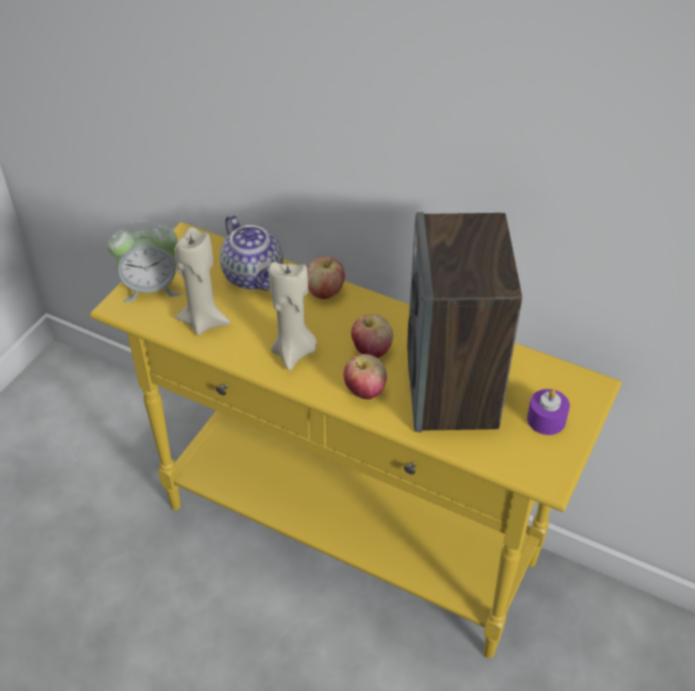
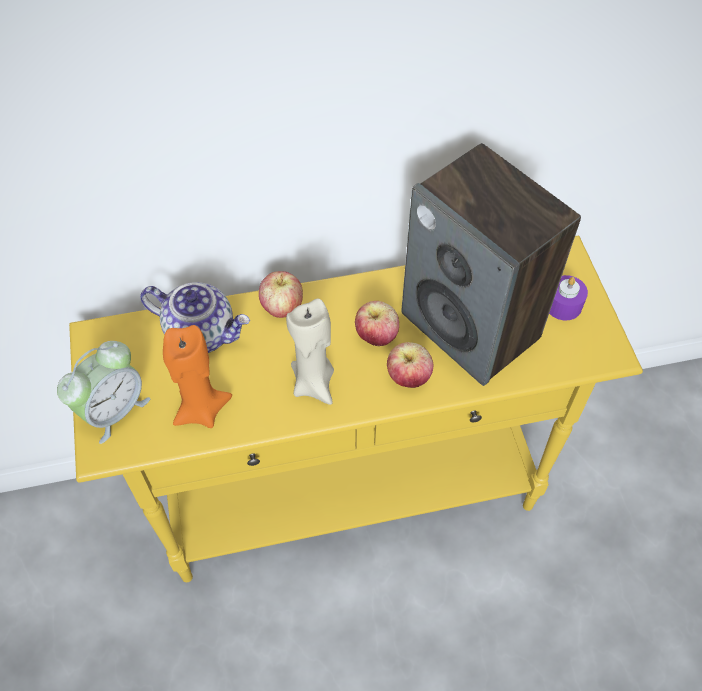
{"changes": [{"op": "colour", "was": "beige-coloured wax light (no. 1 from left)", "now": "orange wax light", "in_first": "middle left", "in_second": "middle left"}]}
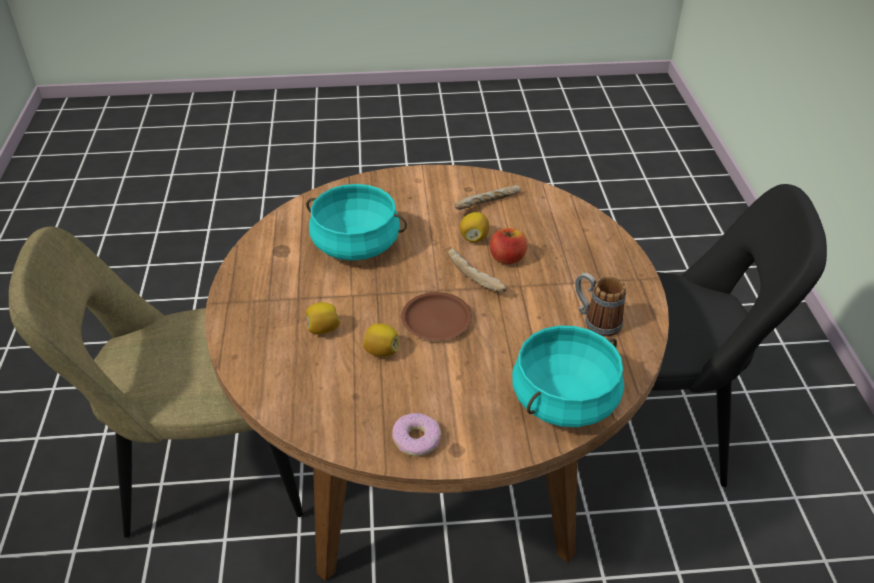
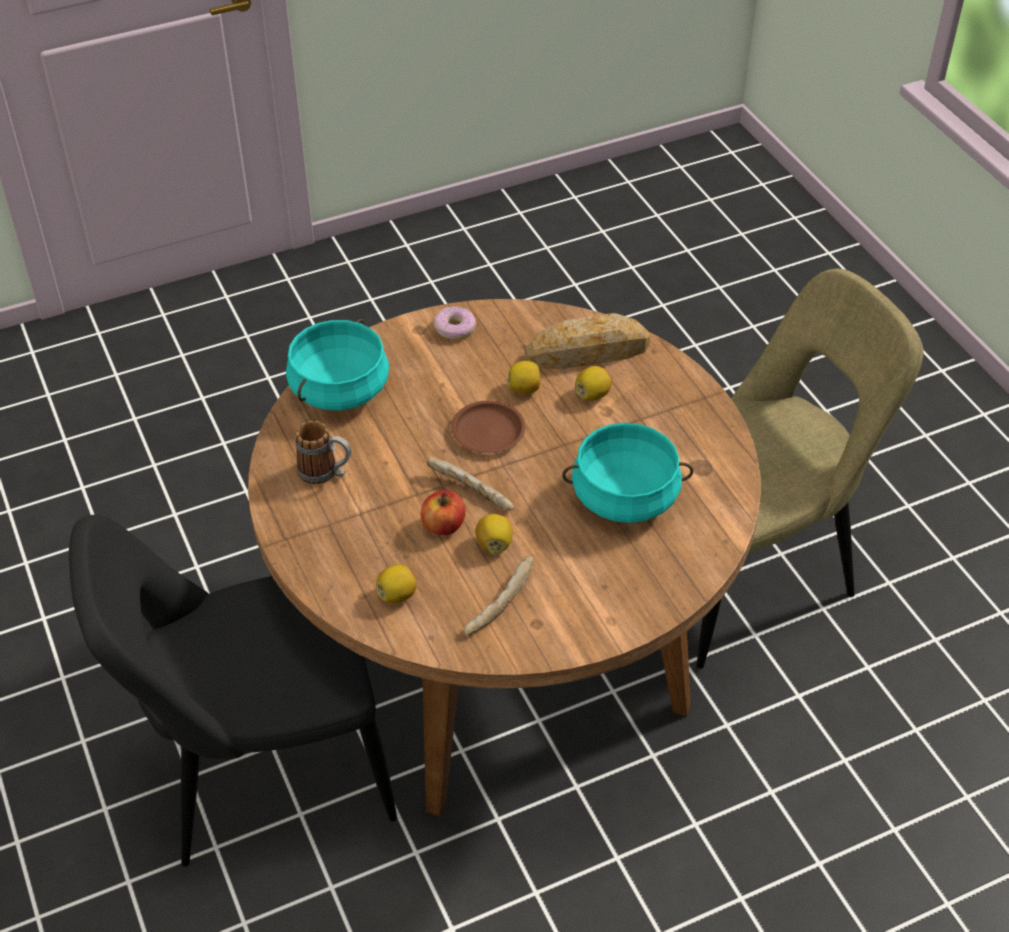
{"changes": [{"op": "appeared", "now": "citrus fruit (no. 1 from left)", "in_second": "centre"}, {"op": "appeared", "now": "bakery bread (no. 3 from left)", "in_second": "centre"}]}
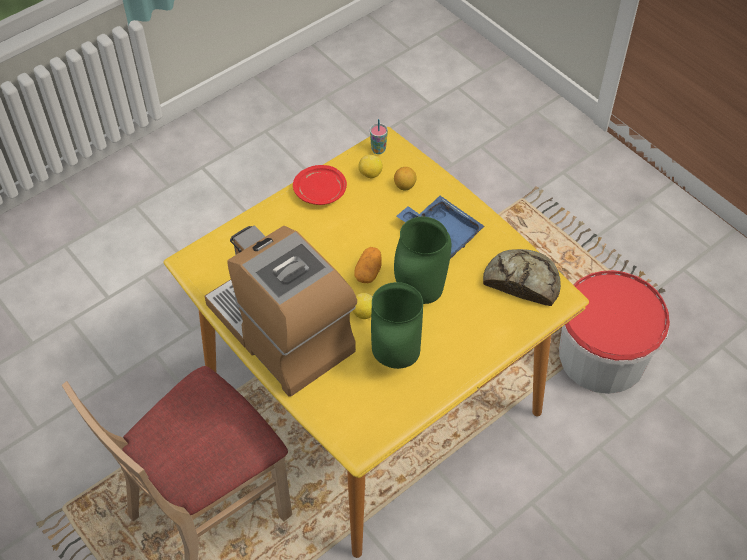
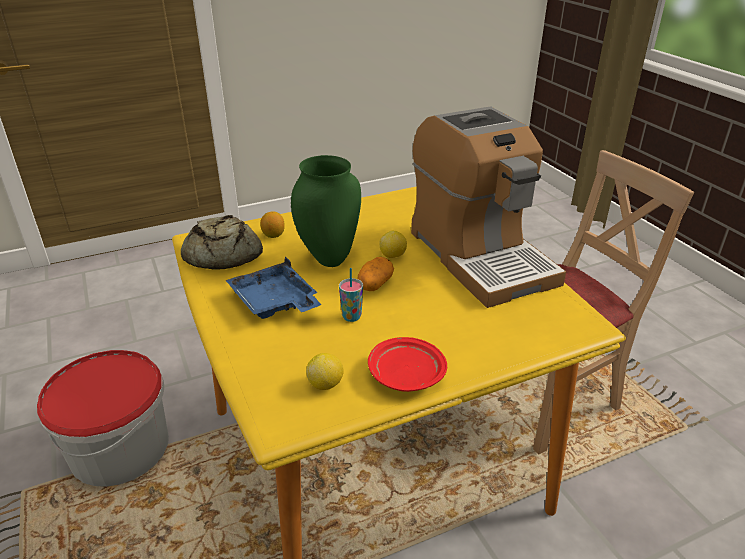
{"changes": [{"op": "relocated", "was": "citrus fruit (no. 3 from left in the first image)", "now": "citrus fruit (no. 1 from left)", "in_first": "top centre", "in_second": "centre"}, {"op": "relocated", "was": "small cup", "in_first": "top centre", "in_second": "centre"}, {"op": "missing", "was": "green-coloured decorative vase (no. 1 from left)", "in_first": "centre"}]}
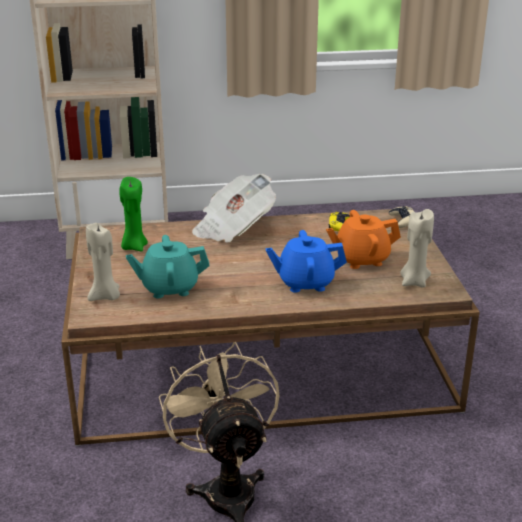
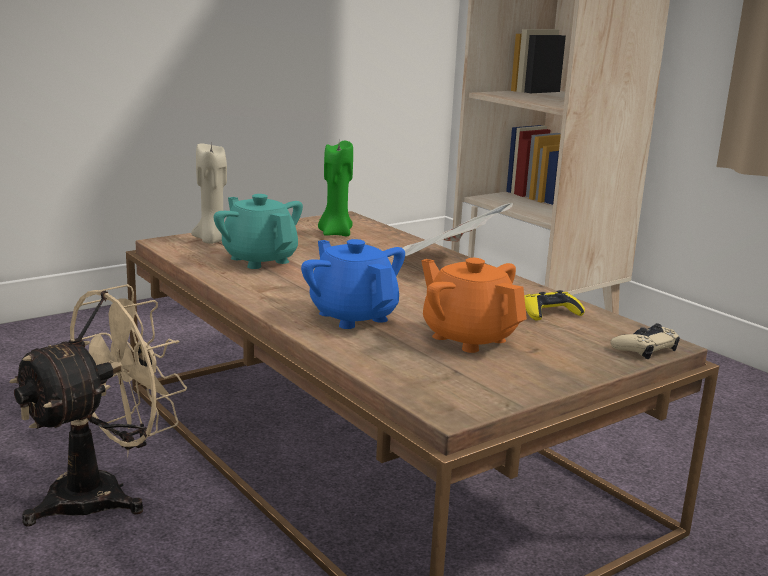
{"changes": [{"op": "missing", "was": "beige-coloured wax light (no. 2 from left)", "in_first": "middle right"}]}
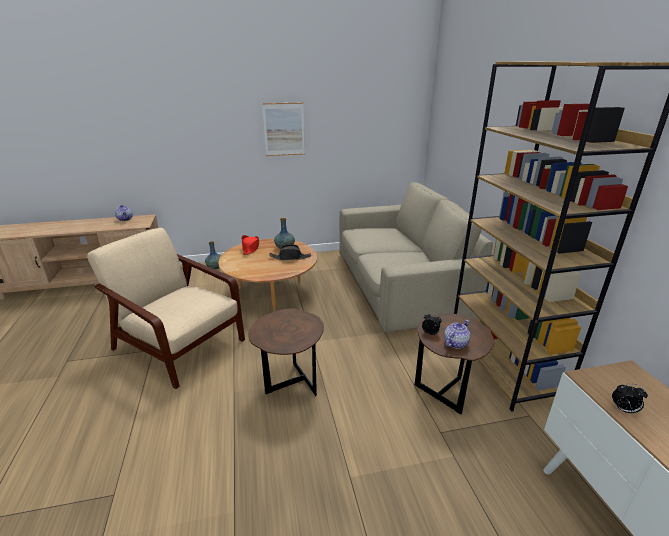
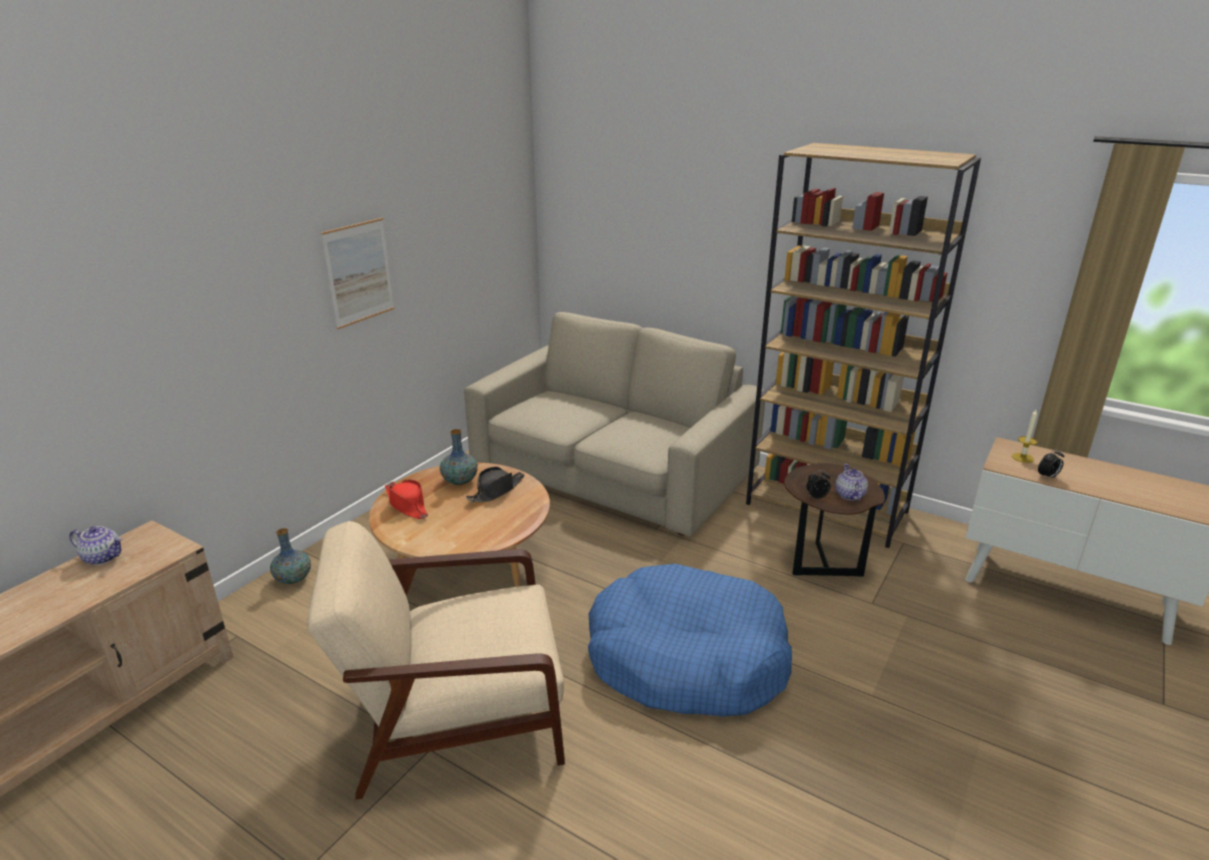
{"changes": [{"op": "exchanged", "was": "brownish end table (no. 1 from left)", "now": "blue-coloured dog cushion", "in_first": "centre", "in_second": "bottom centre"}, {"op": "appeared", "now": "wax light", "in_second": "middle right"}]}
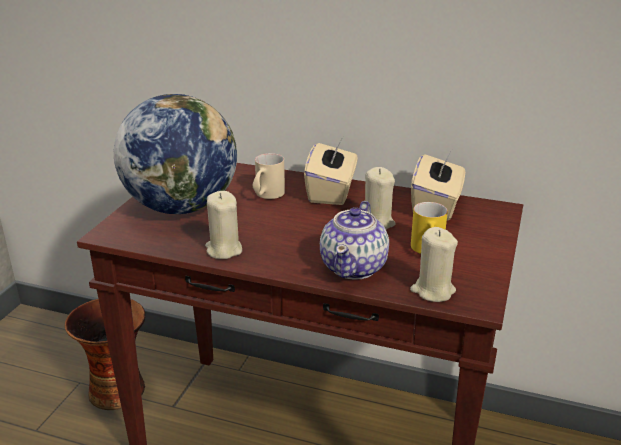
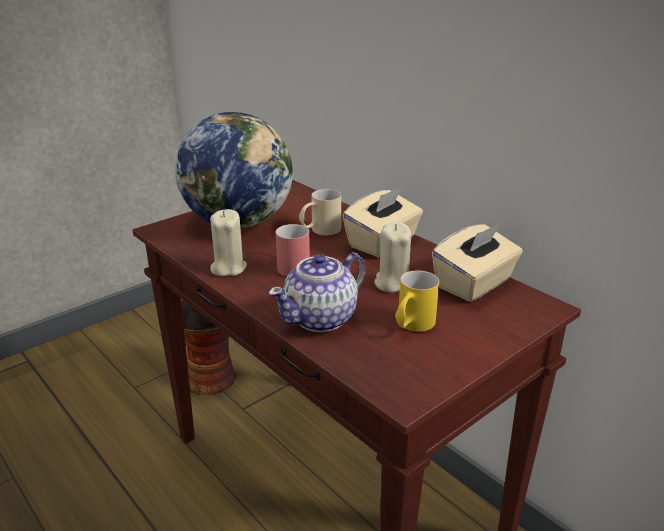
{"changes": [{"op": "appeared", "now": "red coffee mug", "in_second": "centre"}, {"op": "missing", "was": "beige-coloured wax light (no. 3 from left)", "in_first": "middle right"}]}
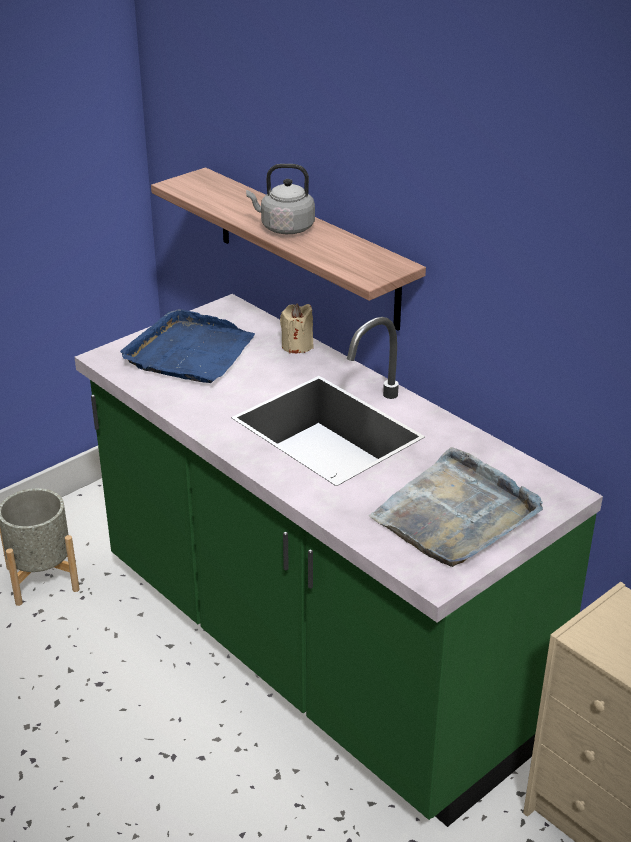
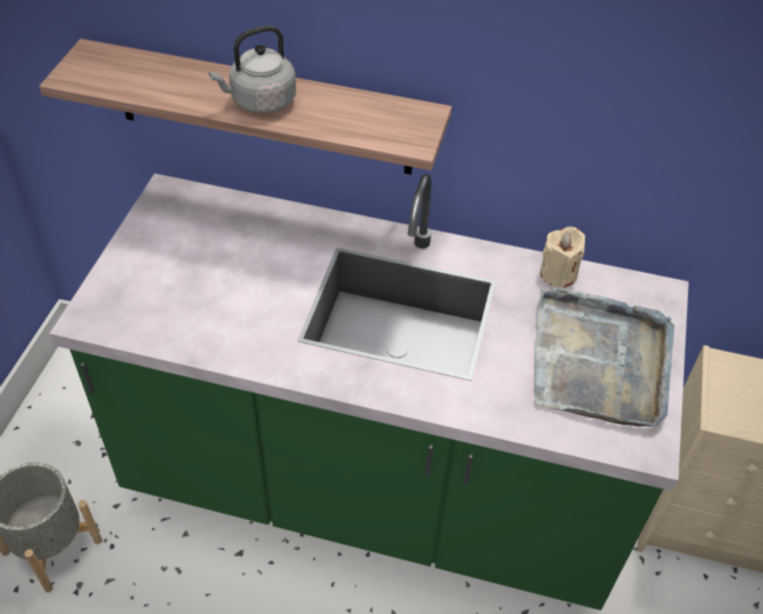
{"changes": [{"op": "relocated", "was": "beige-coloured wax light", "in_first": "centre", "in_second": "middle right"}, {"op": "missing", "was": "blue-coloured carrying tray", "in_first": "middle left"}]}
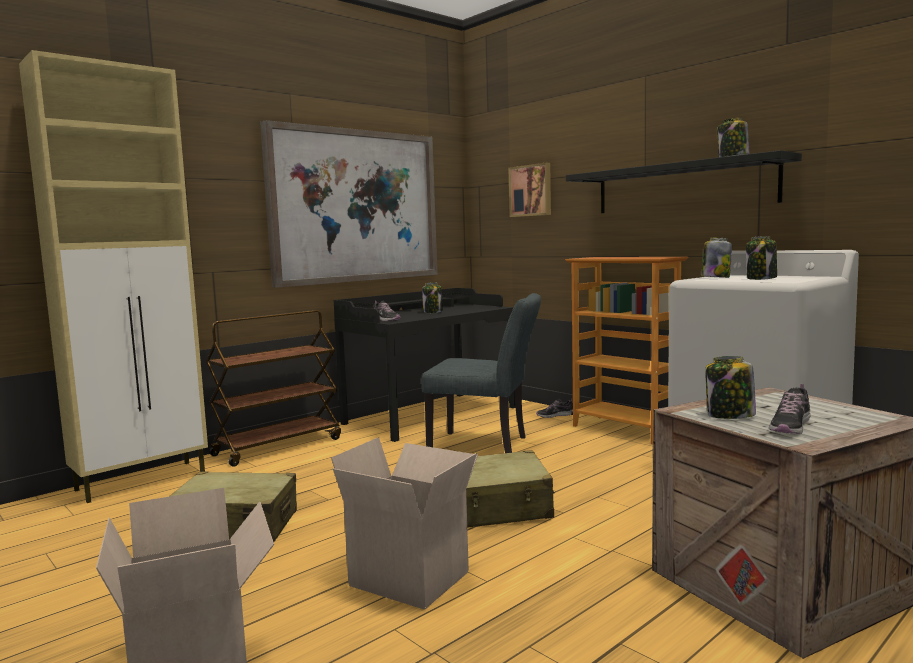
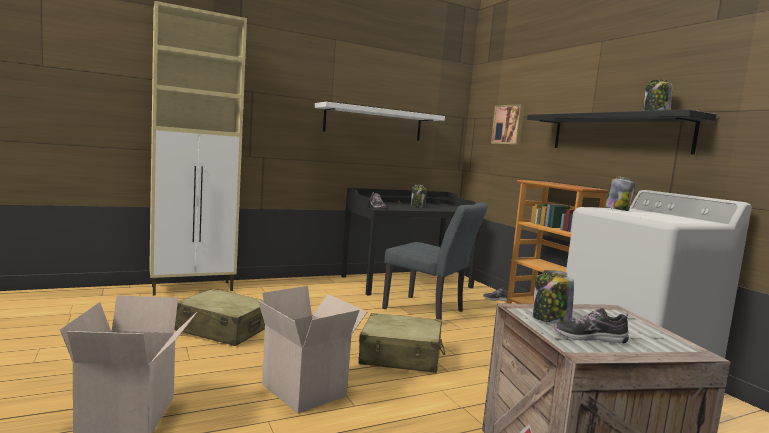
{"changes": [{"op": "exchanged", "was": "wall art (no. 1 from left)", "now": "white shelf", "in_first": "top centre", "in_second": "top centre"}, {"op": "spun", "was": "item of footwear (no. 3 from left)", "in_first": "middle right", "in_second": "bottom right", "clockwise": 45}, {"op": "missing", "was": "brownish trolley", "in_first": "middle left"}, {"op": "missing", "was": "jar (no. 5 from left)", "in_first": "middle right"}]}
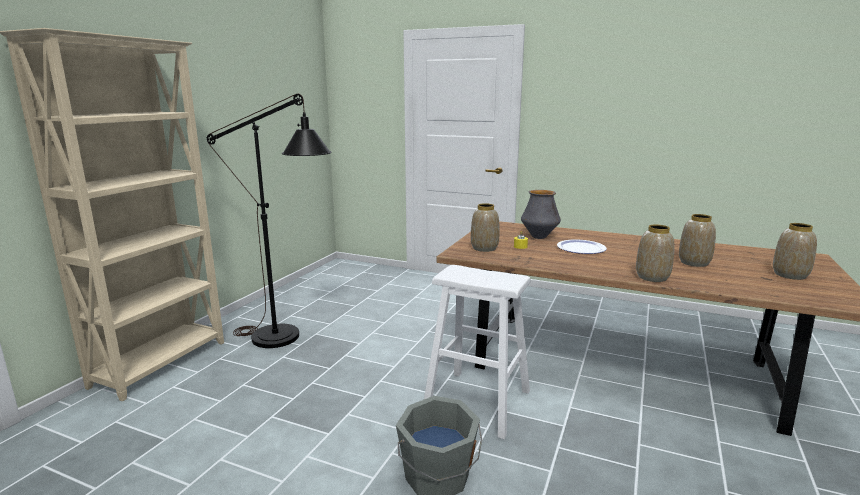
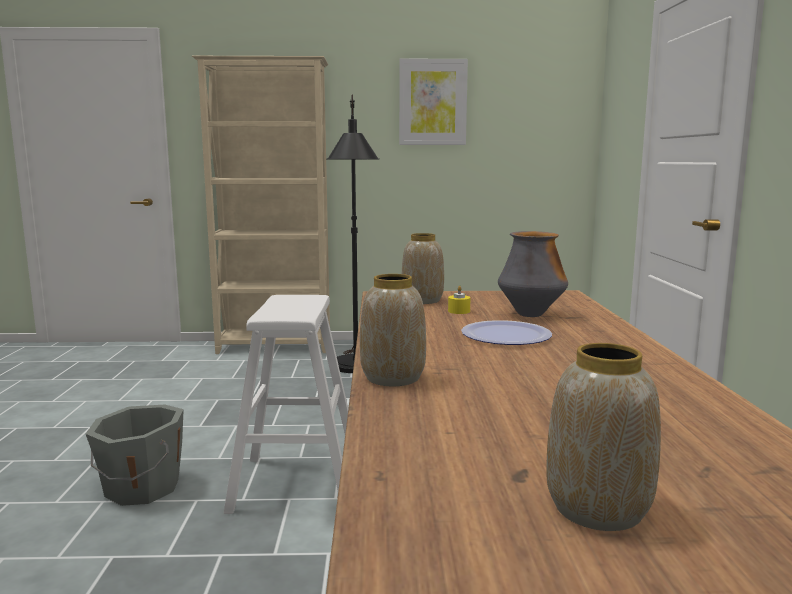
{"changes": [{"op": "appeared", "now": "wall art", "in_second": "top centre"}, {"op": "missing", "was": "decorative vase (no. 4 from left)", "in_first": "middle right"}]}
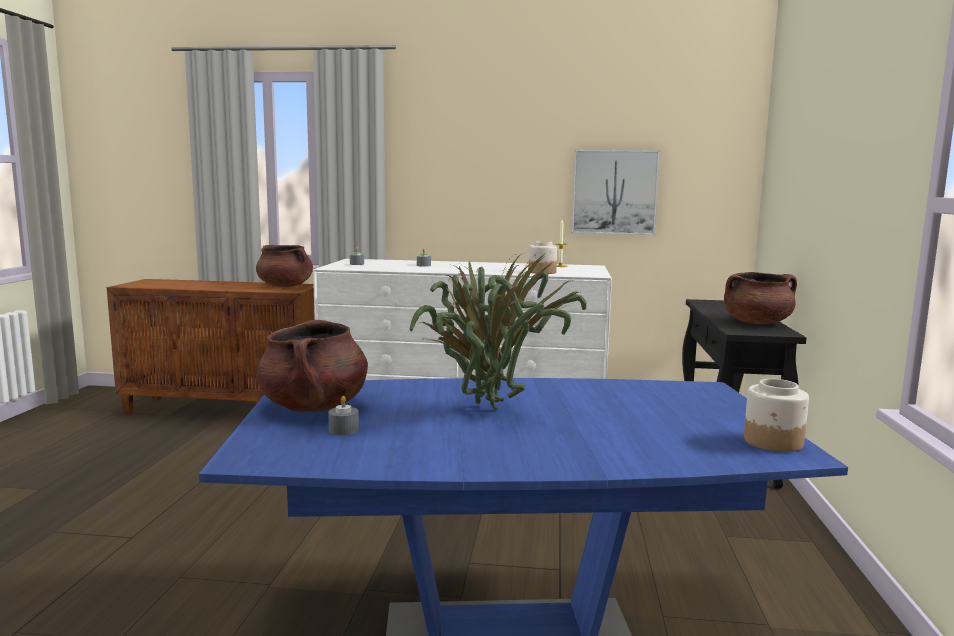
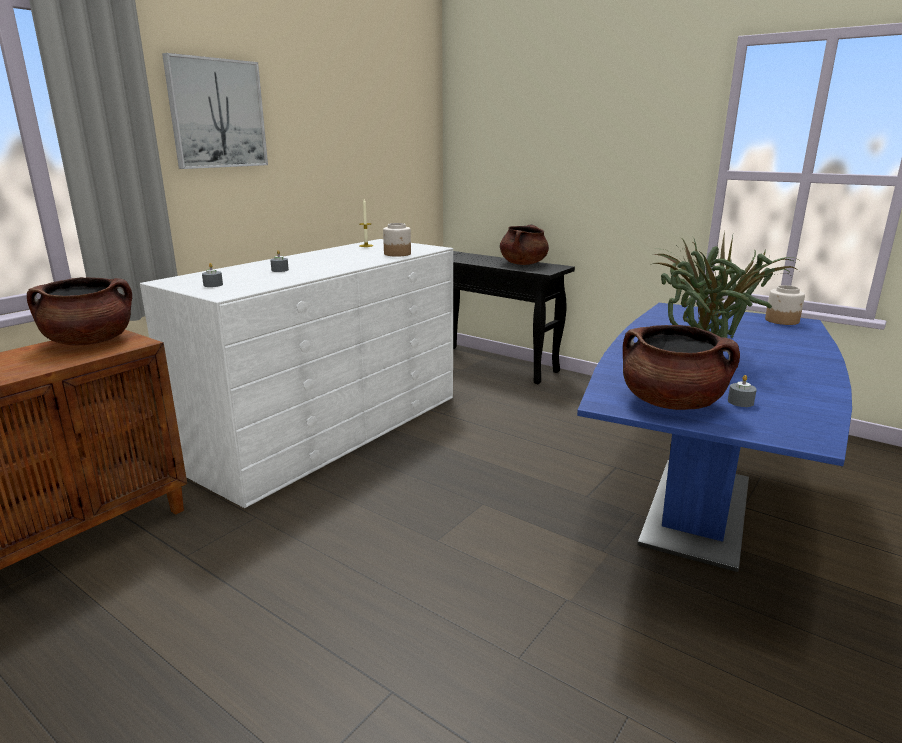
{"changes": [{"op": "relocated", "was": "wall art", "in_first": "top centre", "in_second": "top left"}]}
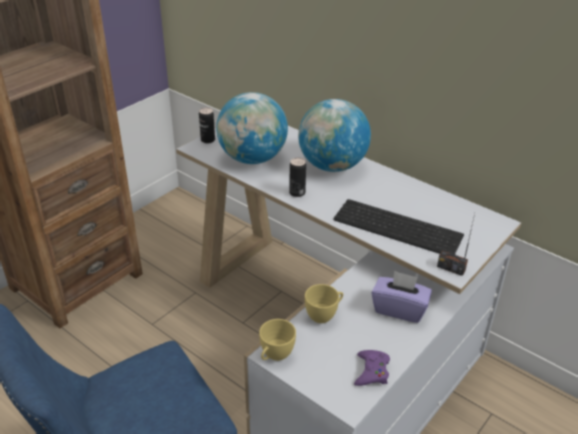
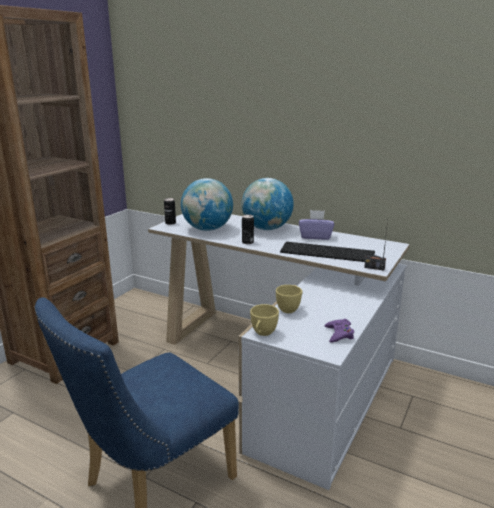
{"changes": [{"op": "relocated", "was": "purplish tissue box", "in_first": "bottom right", "in_second": "centre"}]}
